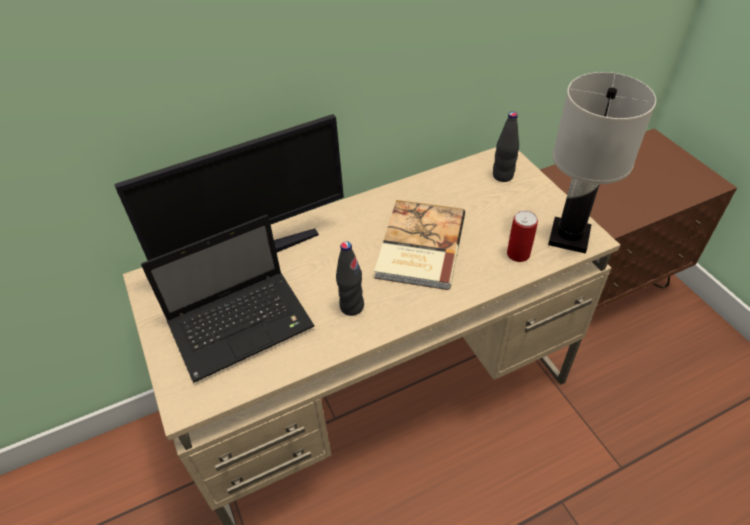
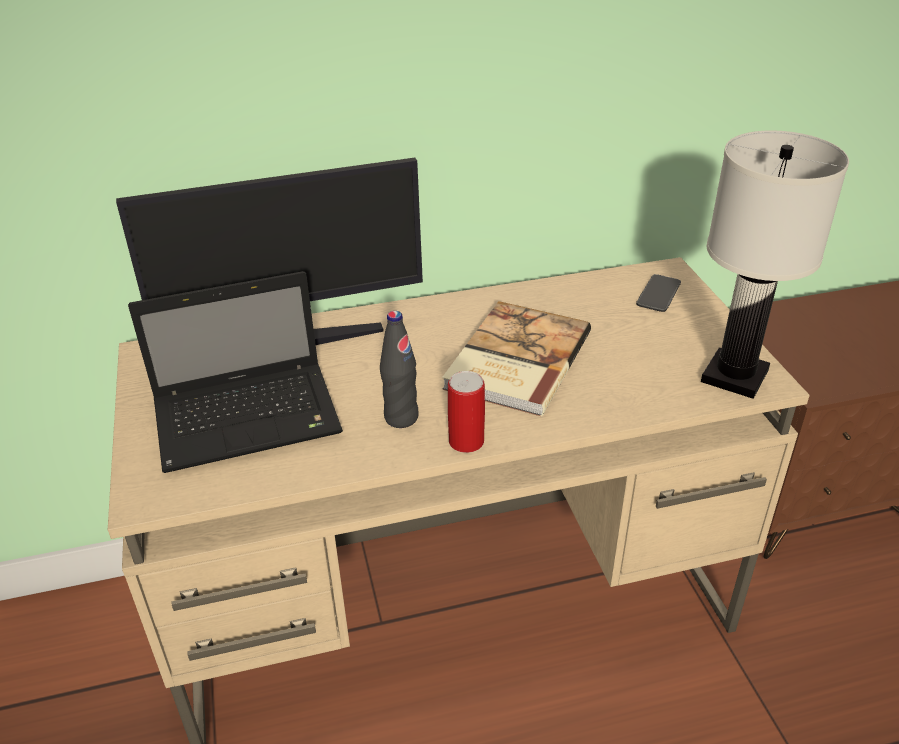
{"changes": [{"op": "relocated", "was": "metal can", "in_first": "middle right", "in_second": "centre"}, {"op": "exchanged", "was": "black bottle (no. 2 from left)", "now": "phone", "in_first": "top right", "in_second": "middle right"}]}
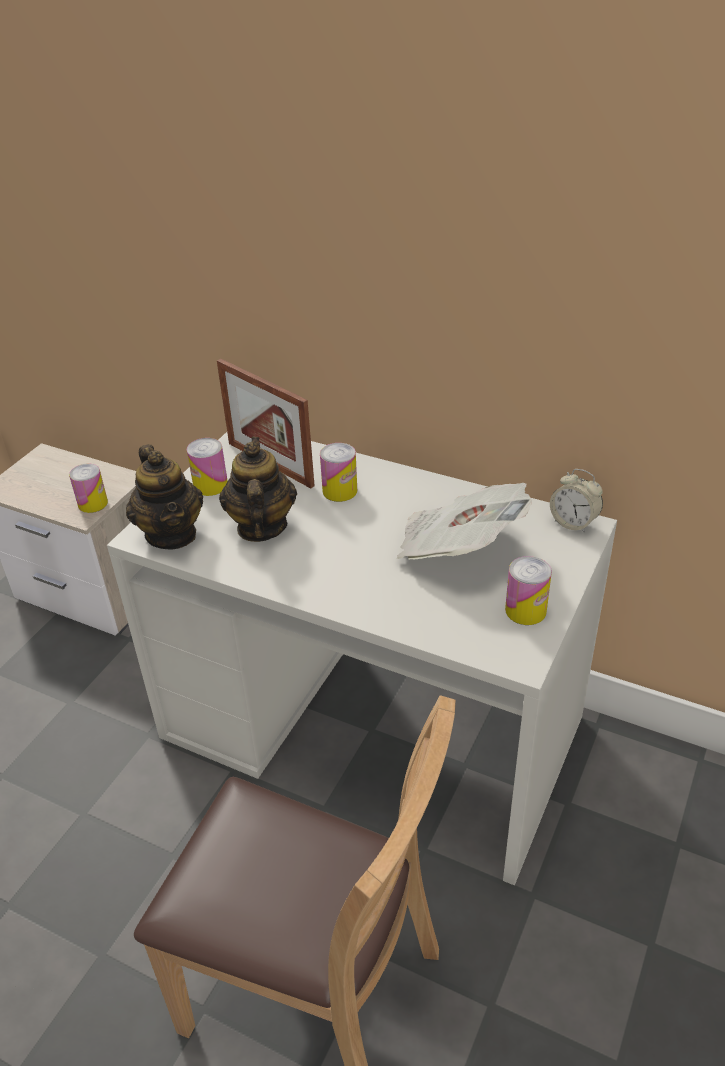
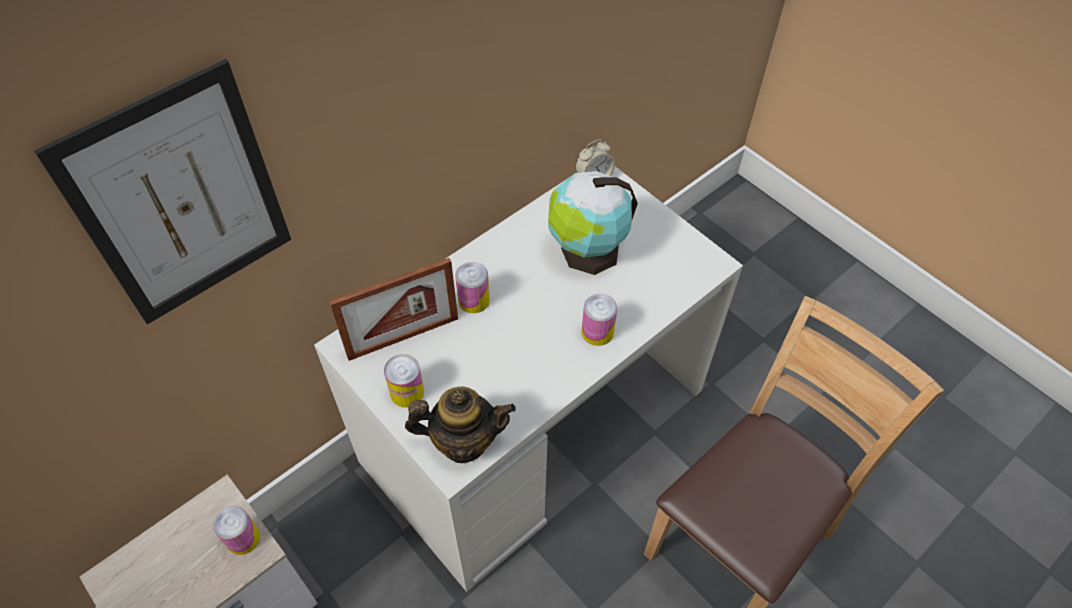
{"changes": [{"op": "appeared", "now": "wall art", "in_second": "top left"}, {"op": "exchanged", "was": "newspaper", "now": "globe", "in_first": "centre", "in_second": "centre"}, {"op": "relocated", "was": "metal can (no. 4 from left)", "in_first": "middle right", "in_second": "centre"}, {"op": "missing", "was": "teapot (no. 2 from left)", "in_first": "centre"}]}
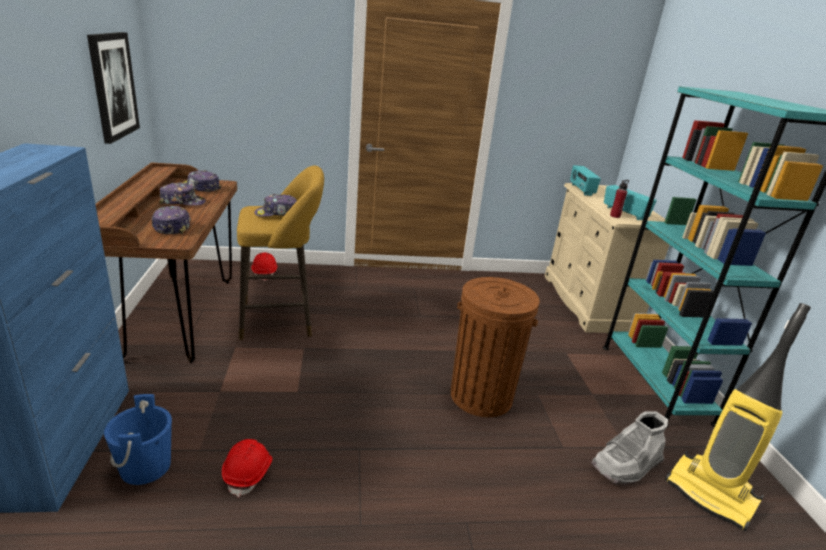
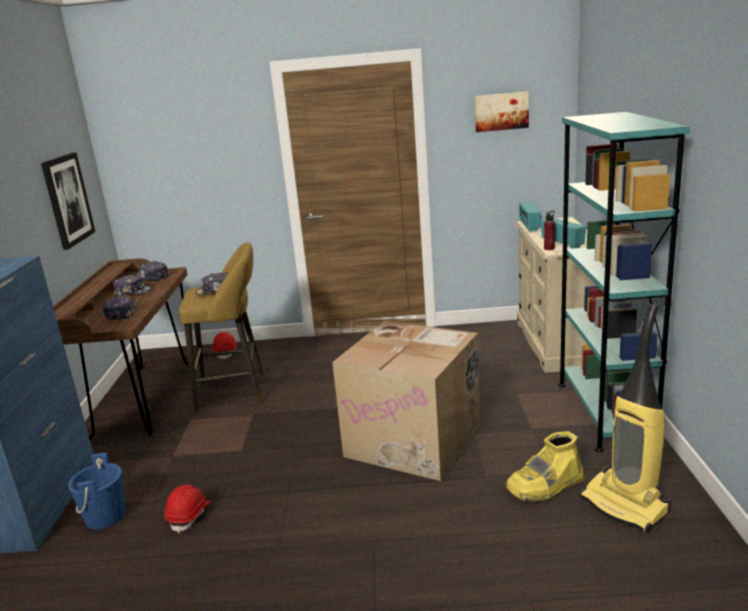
{"changes": [{"op": "exchanged", "was": "brownish rubbish bin", "now": "packing box", "in_first": "centre", "in_second": "centre"}, {"op": "appeared", "now": "wall art (no. 2 from left)", "in_second": "top right"}, {"op": "colour", "was": "greyish boot", "now": "yellow-coloured boot", "in_first": "bottom right", "in_second": "bottom right"}]}
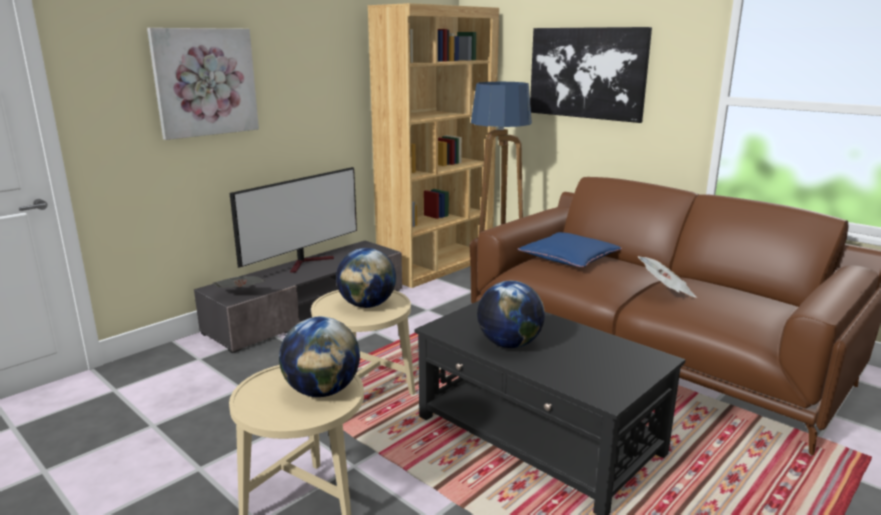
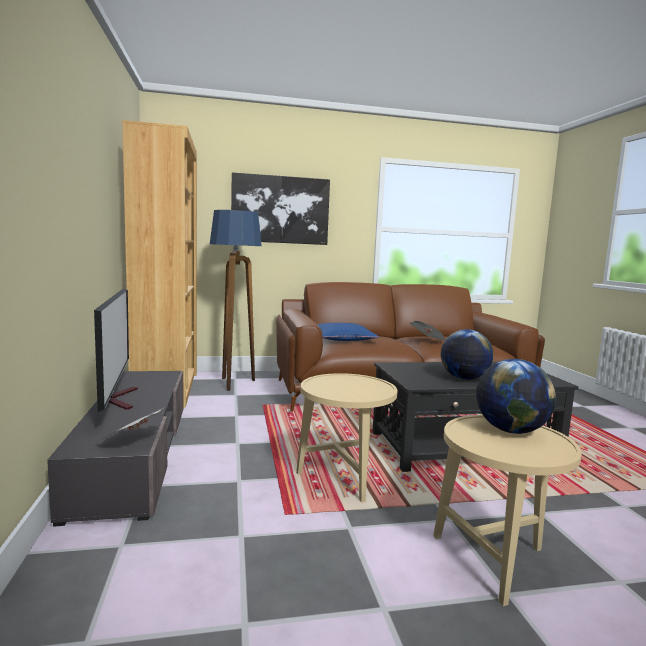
{"changes": [{"op": "missing", "was": "wall art (no. 1 from left)", "in_first": "top left"}, {"op": "missing", "was": "globe (no. 2 from left)", "in_first": "centre"}]}
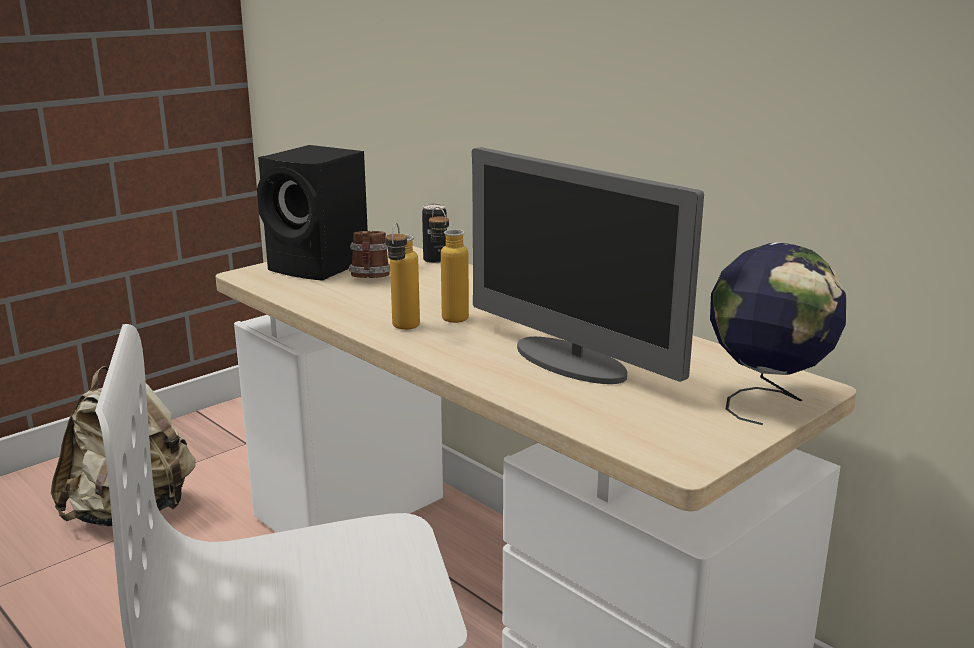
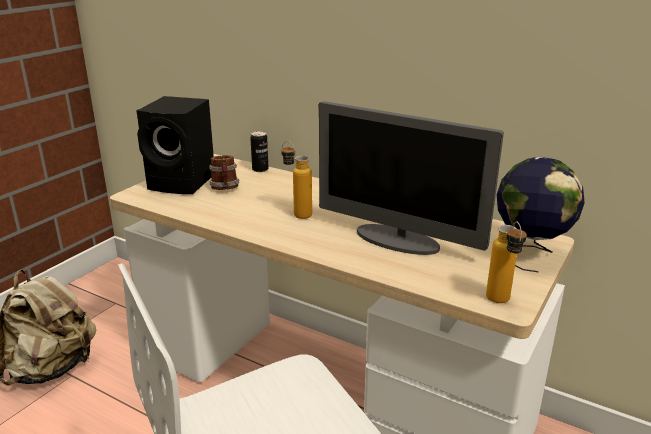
{"changes": [{"op": "relocated", "was": "bottle (no. 1 from left in the first image)", "now": "bottle (no. 2 from left)", "in_first": "centre", "in_second": "middle right"}]}
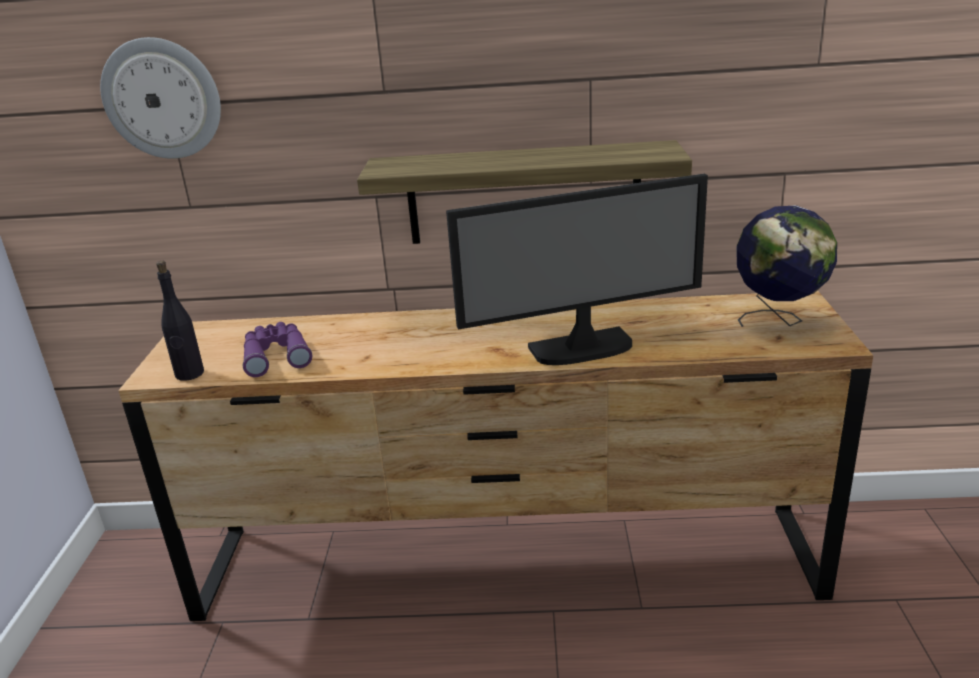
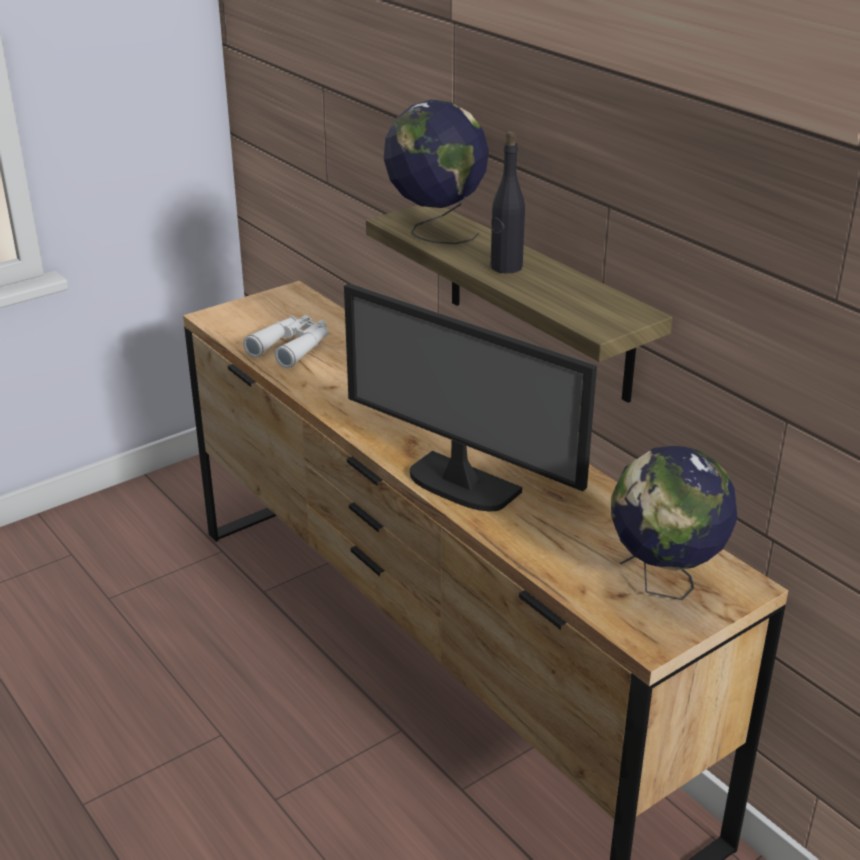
{"changes": [{"op": "colour", "was": "purplish binoculars", "now": "white binoculars", "in_first": "middle left", "in_second": "middle left"}, {"op": "appeared", "now": "globe (no. 1 from left)", "in_second": "top centre"}, {"op": "relocated", "was": "black bottle", "in_first": "middle left", "in_second": "top centre"}, {"op": "missing", "was": "wall clock", "in_first": "top left"}]}
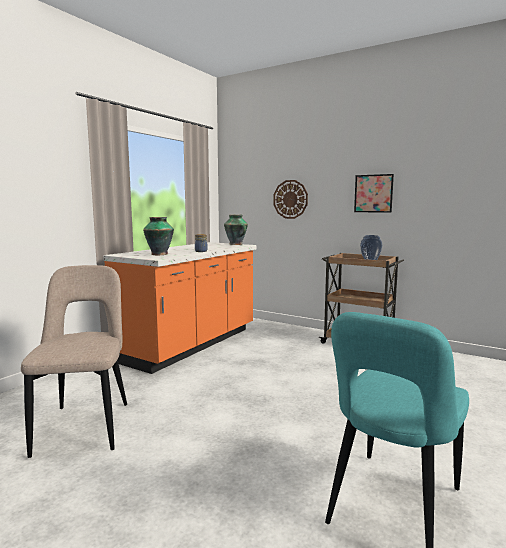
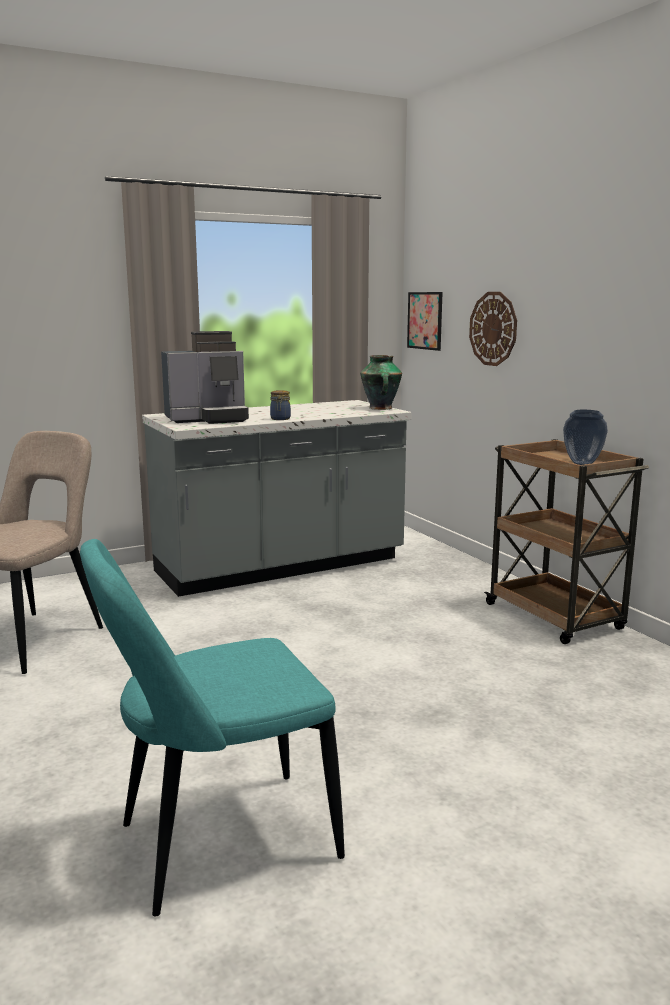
{"changes": [{"op": "colour", "was": "orange kitchen base unit", "now": "greyish kitchen base unit", "in_first": "centre", "in_second": "centre"}, {"op": "exchanged", "was": "decorative vase (no. 1 from left)", "now": "coffee machine", "in_first": "middle left", "in_second": "middle left"}, {"op": "relocated", "was": "wall art", "in_first": "middle right", "in_second": "top centre"}]}
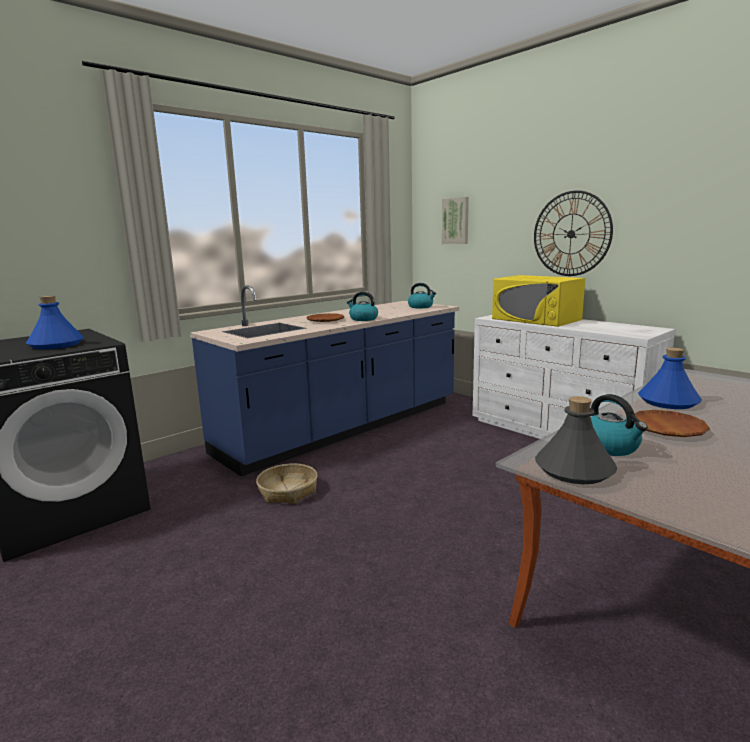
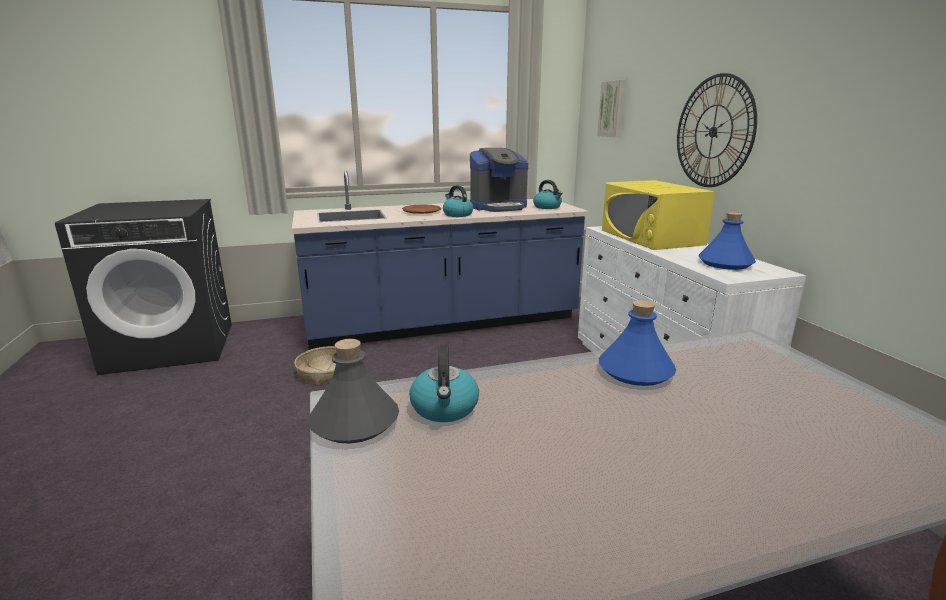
{"changes": [{"op": "appeared", "now": "coffee machine", "in_second": "top centre"}, {"op": "relocated", "was": "blue-coloured bottle (no. 1 from left in the first image)", "now": "blue-coloured bottle (no. 2 from left)", "in_first": "middle left", "in_second": "middle right"}, {"op": "missing", "was": "brownish flat dish (no. 2 from left)", "in_first": "middle right"}]}
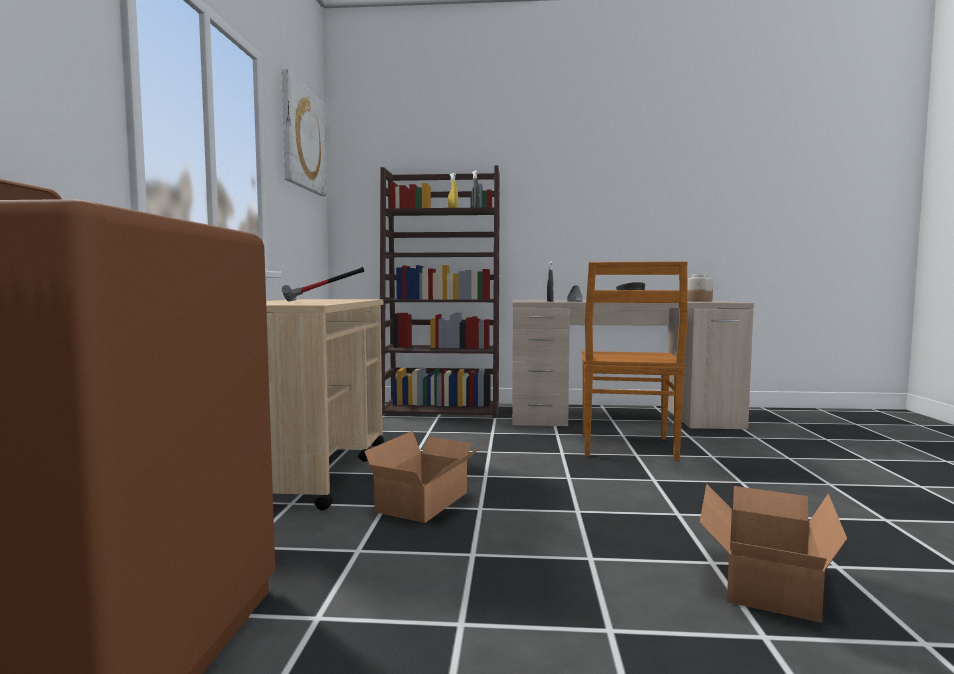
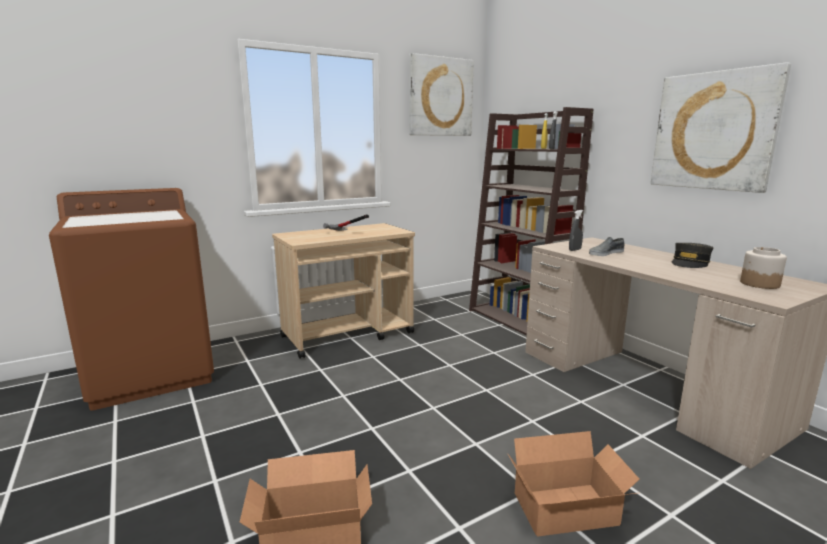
{"changes": [{"op": "relocated", "was": "packing box (no. 1 from left in the first image)", "now": "packing box (no. 2 from left)", "in_first": "bottom centre", "in_second": "bottom right"}, {"op": "appeared", "now": "wall art (no. 2 from left)", "in_second": "top right"}, {"op": "missing", "was": "brownish upright chair", "in_first": "centre"}]}
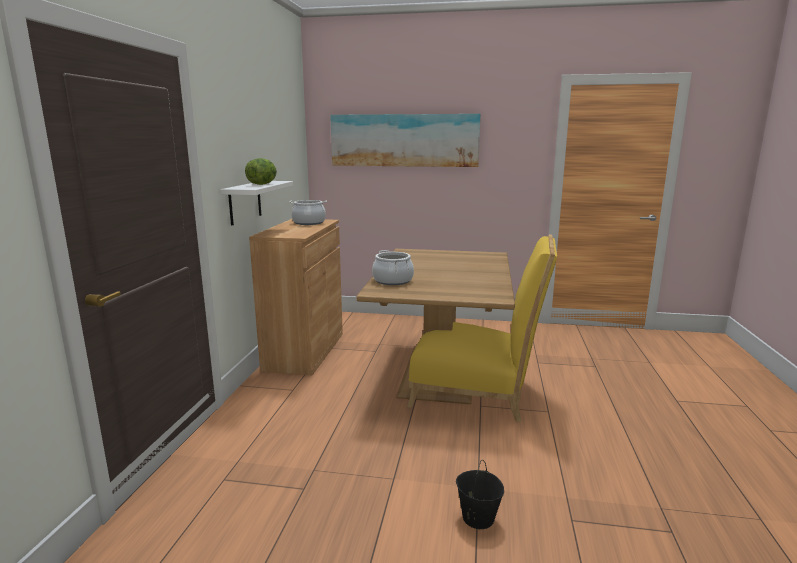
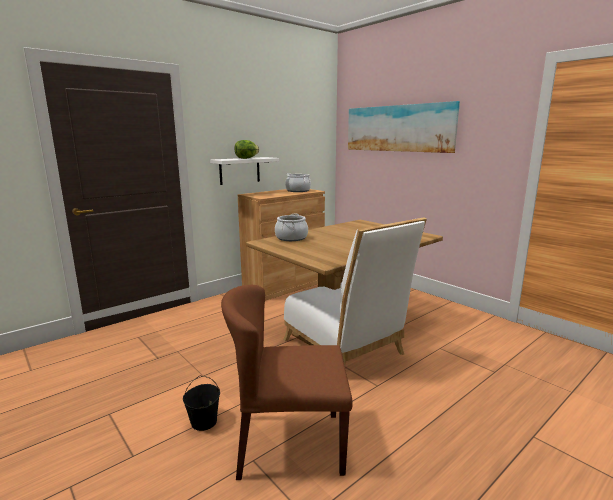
{"changes": [{"op": "appeared", "now": "brownish upright chair", "in_second": "bottom centre"}, {"op": "colour", "was": "yellow-coloured upright chair", "now": "white upright chair", "in_first": "centre", "in_second": "centre"}]}
